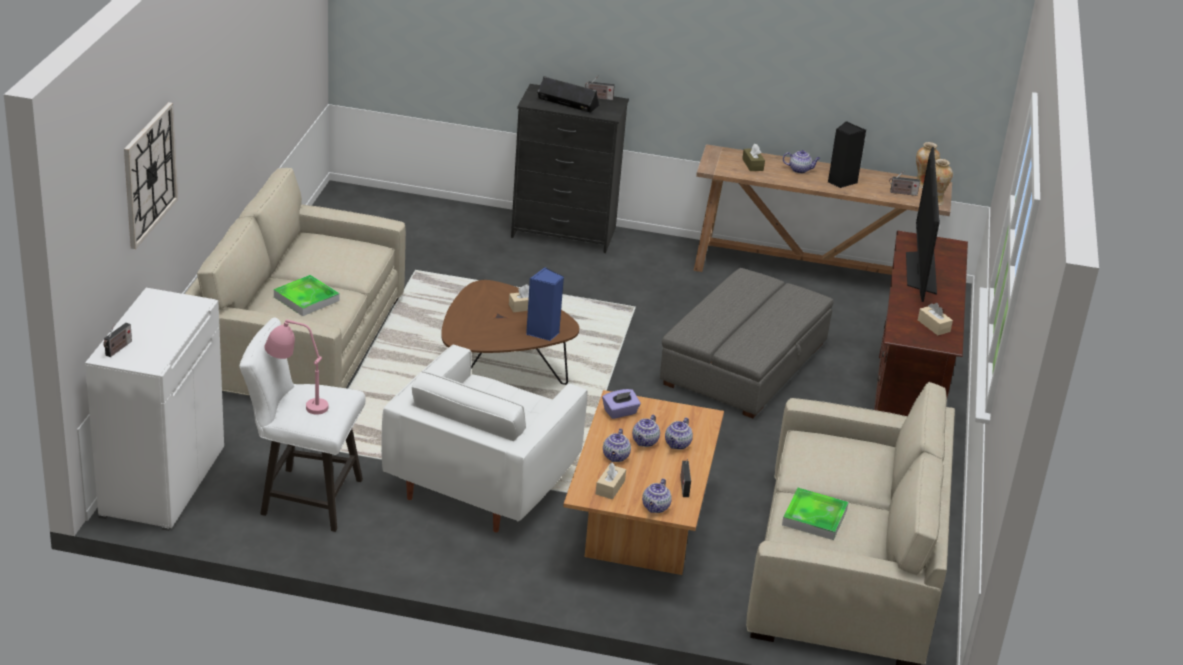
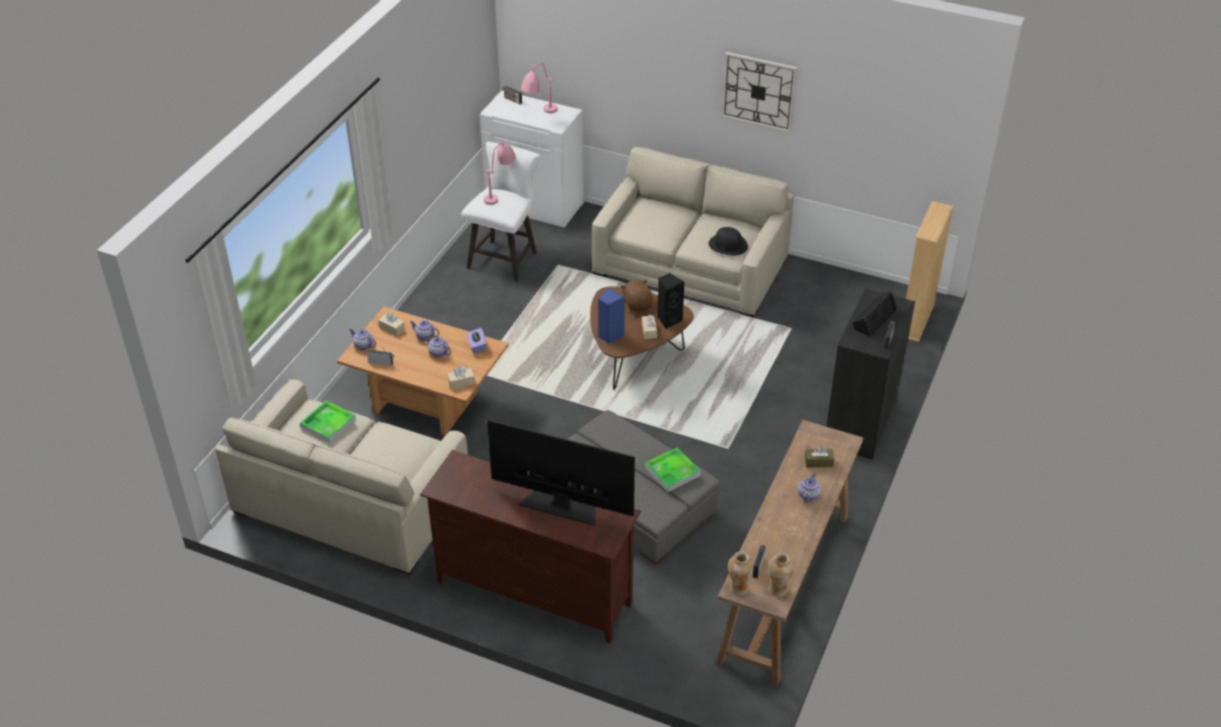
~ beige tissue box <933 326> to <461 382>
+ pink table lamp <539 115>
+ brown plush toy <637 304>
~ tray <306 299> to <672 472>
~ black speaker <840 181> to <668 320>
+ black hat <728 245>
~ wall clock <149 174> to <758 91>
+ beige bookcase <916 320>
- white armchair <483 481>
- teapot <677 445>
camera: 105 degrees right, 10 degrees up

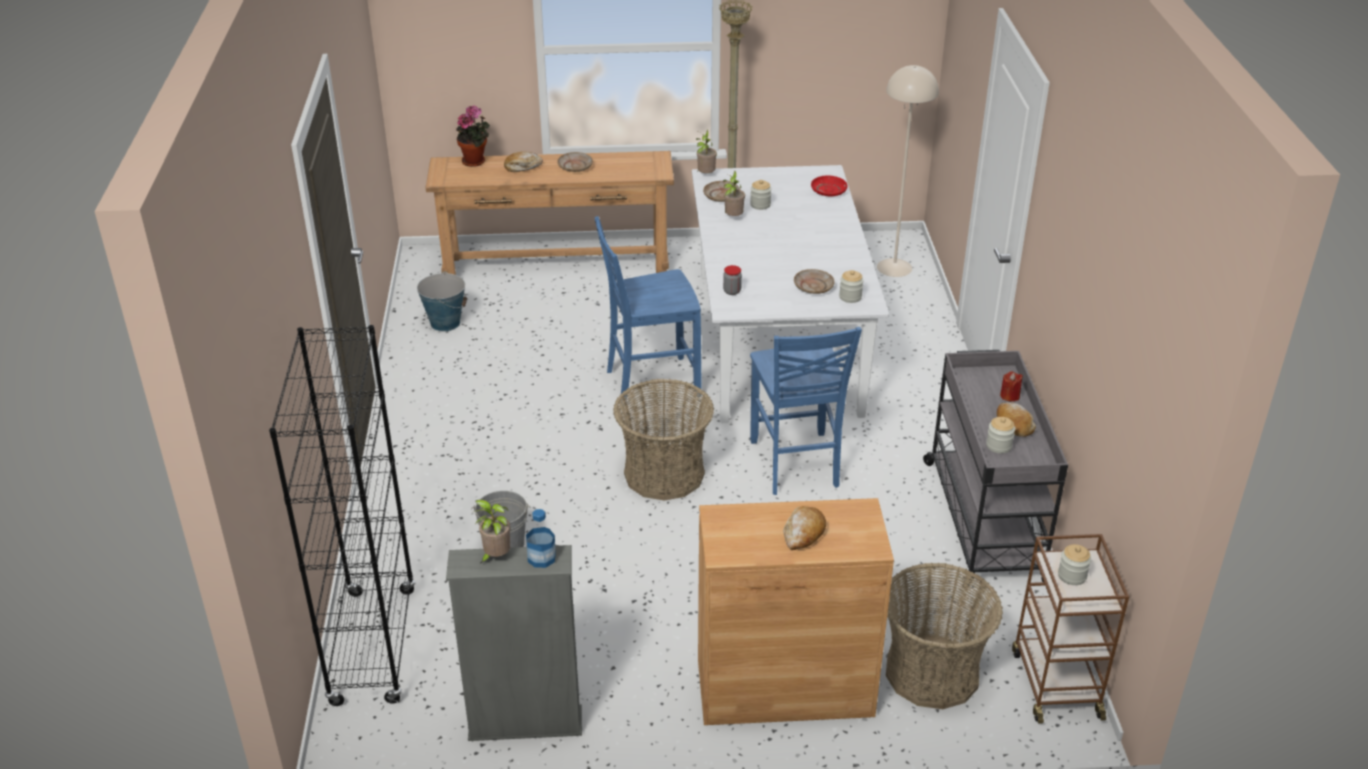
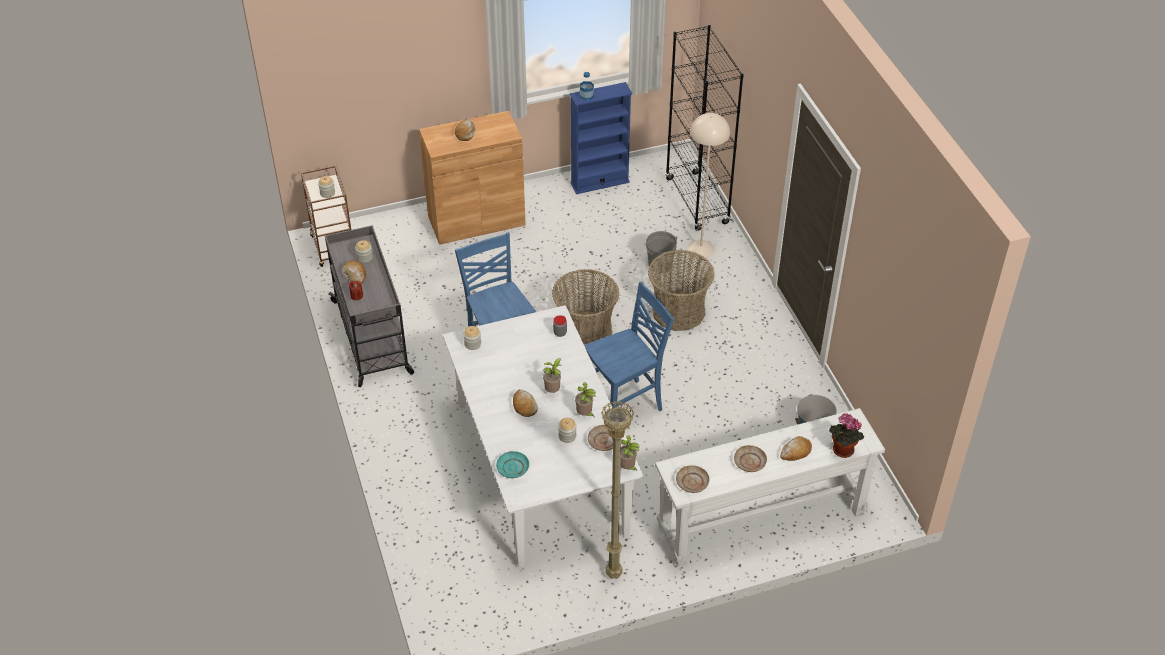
~ red plate <828 191> to turquoise plate <512 468>
+ bread <524 406>
~ potted plant <495 557> to <553 391>
~ grey bookcase <525 724> to blue bookcase <599 182>
~ basket <932 672> to <678 312>
~ brown console table <556 267> to white console table <761 520>
~ beige plate <813 286> to <692 482>
~ beige floor lamp <894 267> to <700 248>
camera: 165 degrees right, 10 degrees up

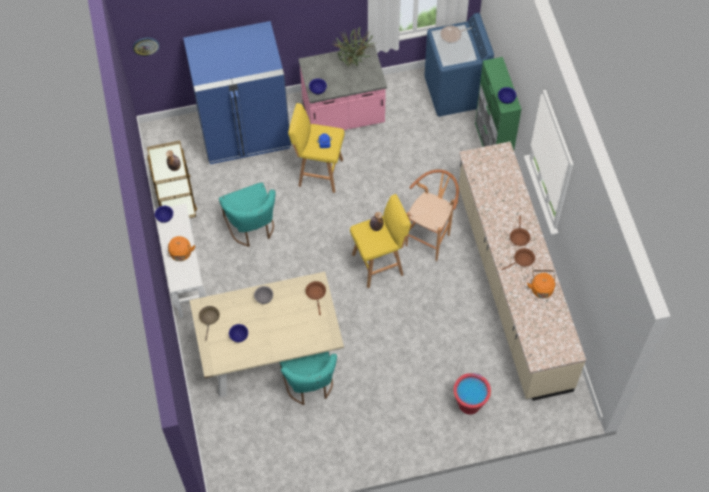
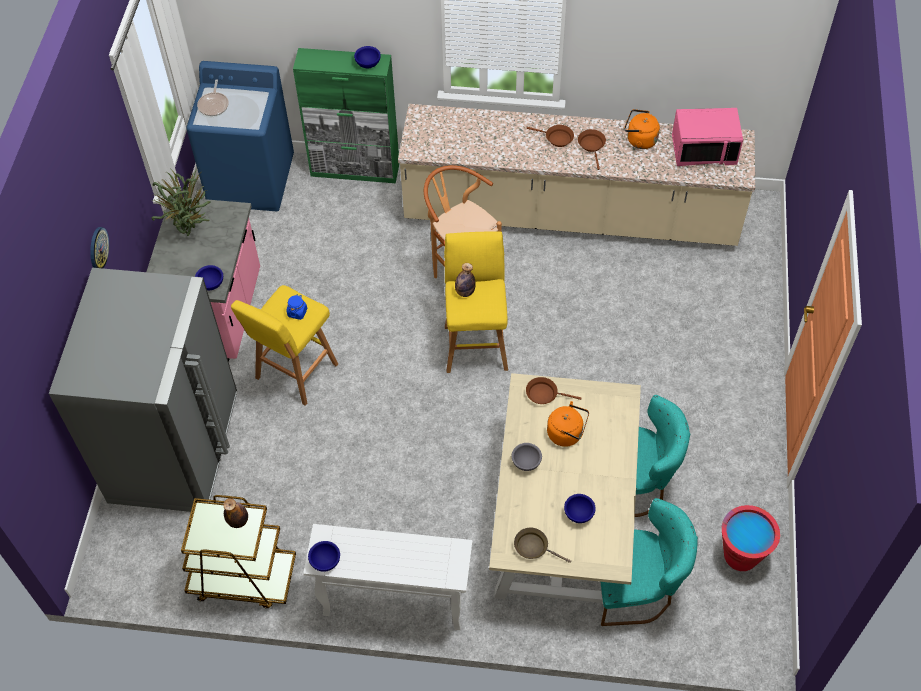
~ blue fridge <245 132> to grey fridge <175 448>
~ wall clock <145 46> to <98 248>
~ orange kettle <181 254> to <567 434>
~ turquoise chair <252 228> to <636 589>
+ pink microwave <704 149>
~ red bucket <469 404> to <740 555>
camera: 70 degrees left, 5 degrees down

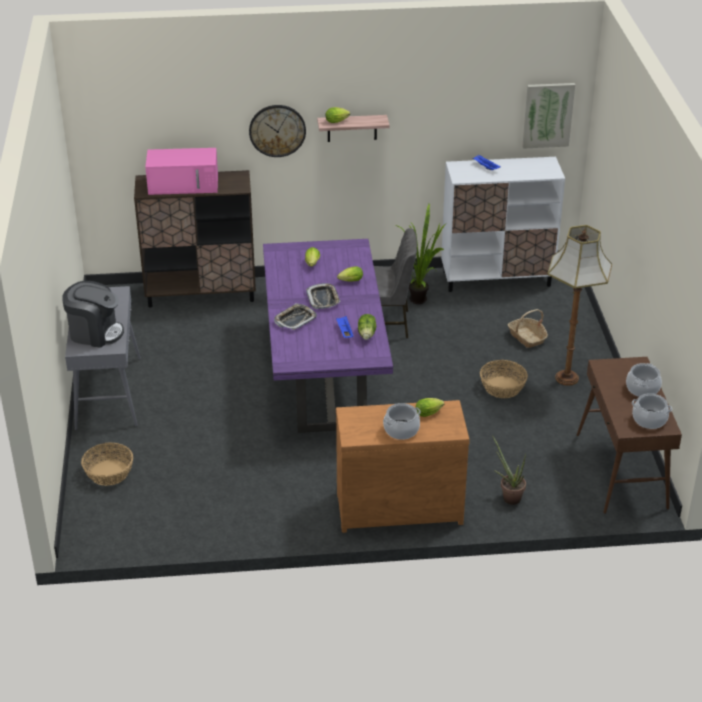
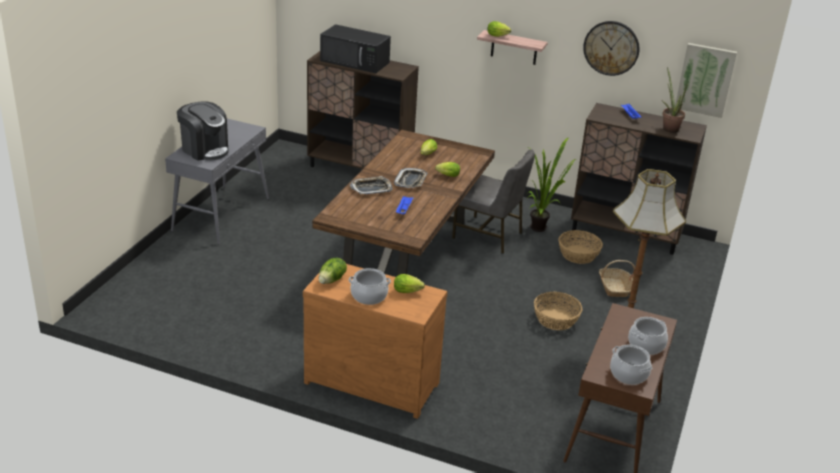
~ purple dining table <325 374> to brown dining table <406 257>
~ lettuce <367 334> to <332 280>
~ pink microwave <184 184> to black microwave <356 62>
~ basket <108 473> to <578 254>
~ white cabinet <497 278> to brown cabinet <626 233>
~ wall clock <277 130> to <611 48>
~ potted plant <508 496> to <668 128>
camera: 25 degrees right, 5 degrees down

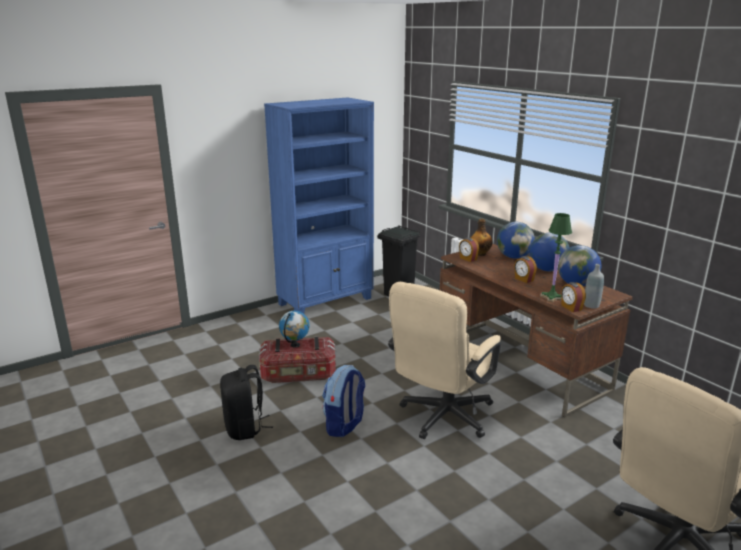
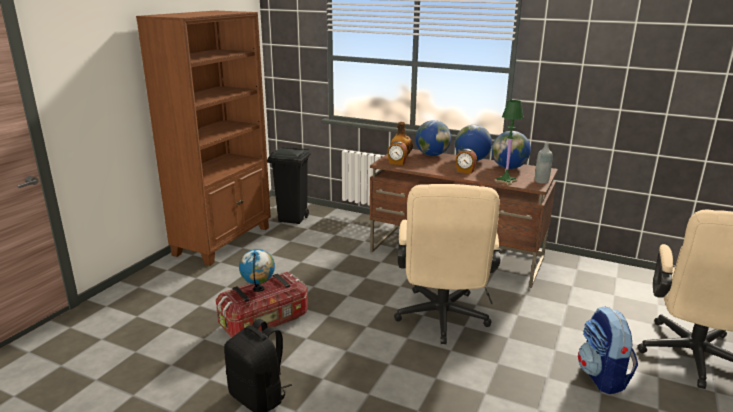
~ blue bookcase <326 301> to brown bookcase <224 241>
~ backpack <344 425> to <602 377>
- alarm clock <571 308>
camera: 30 degrees left, 0 degrees up

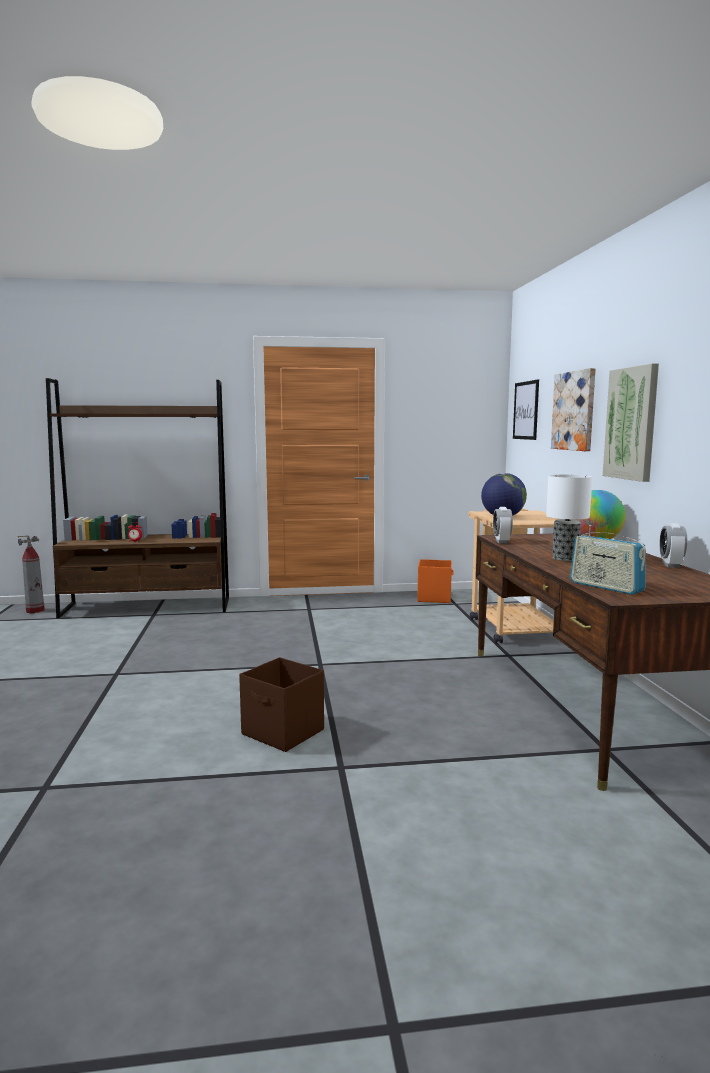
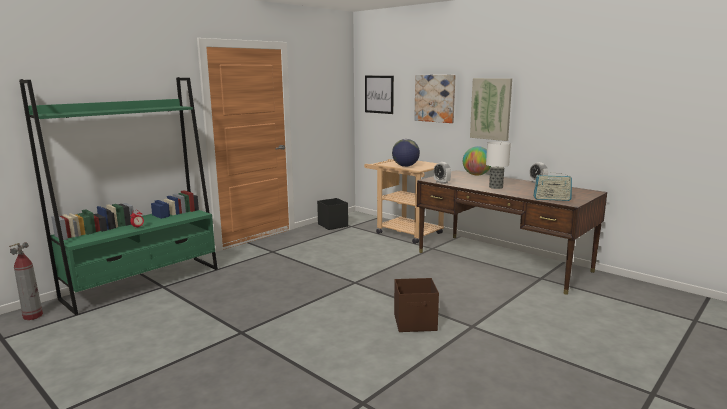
~ brown bookcase <147 607> to green bookcase <144 283>
~ orange storage box <434 598> to black storage box <333 225>
camera: 40 degrees left, 5 degrees up

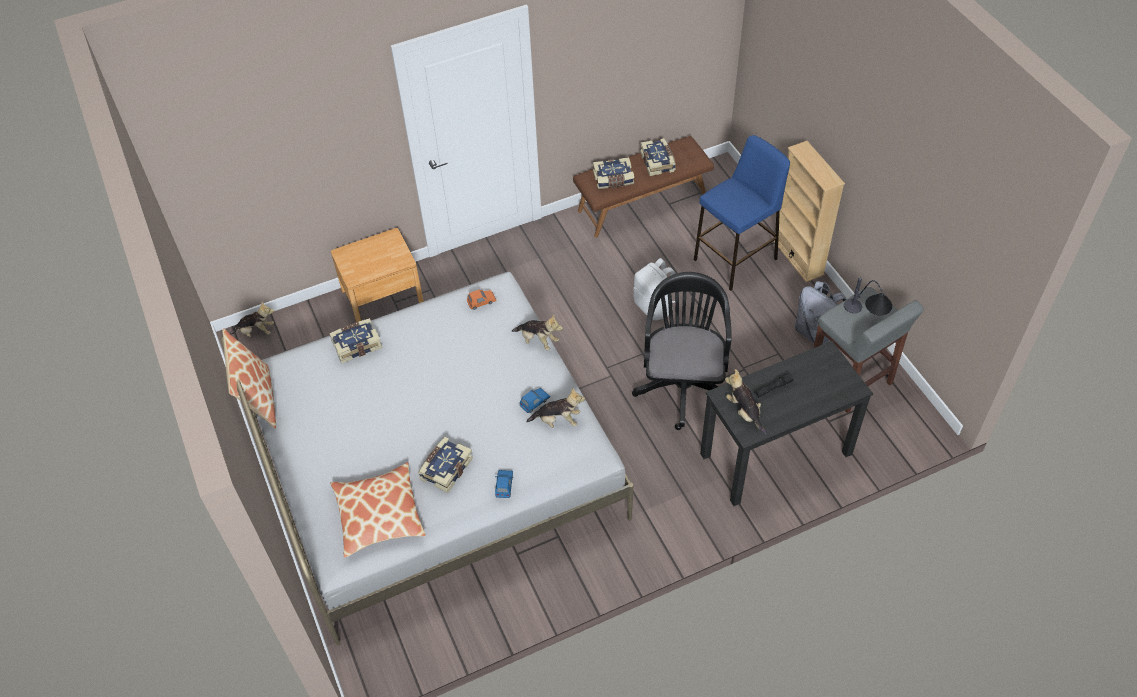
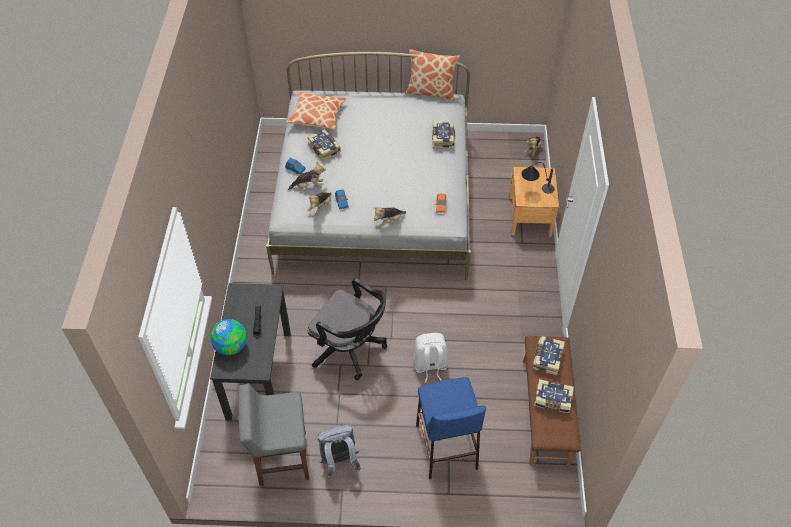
+ globe <231 346>
~ plush toy <744 412> to <308 187>
~ table lamp <865 318> to <535 189>
- beige bookcase <798 257>
camera: 115 degrees right, 0 degrees up

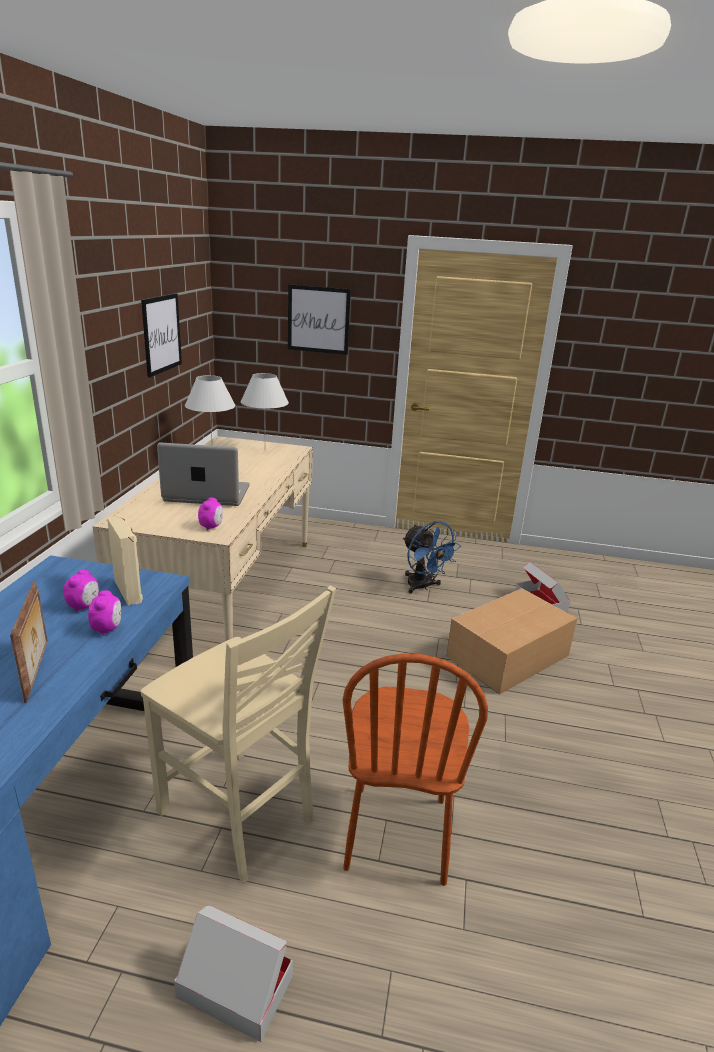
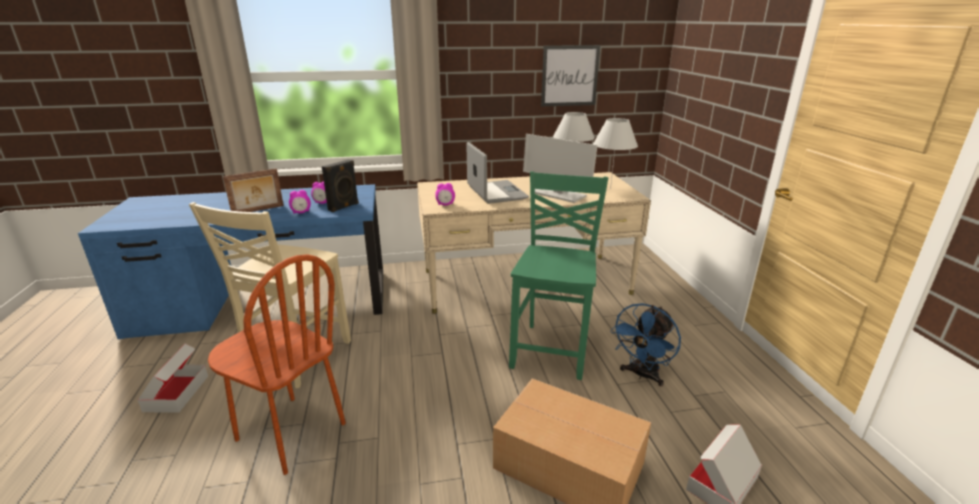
~ brown chair <397 833> = <290 432> 135 degrees counterclockwise
~ beige speaker <129 591> to black speaker <344 207>
+ green chair <552 349>
+ monitor <557 194>
- picture <318 319>
camera: 70 degrees right, 0 degrees up

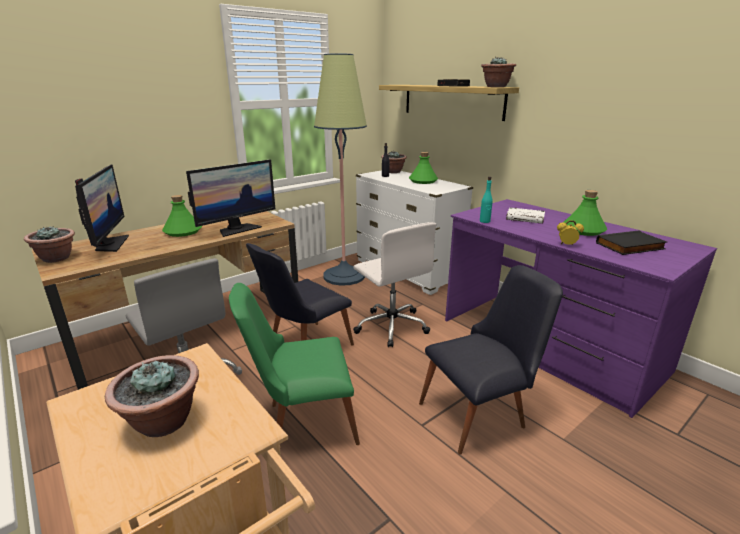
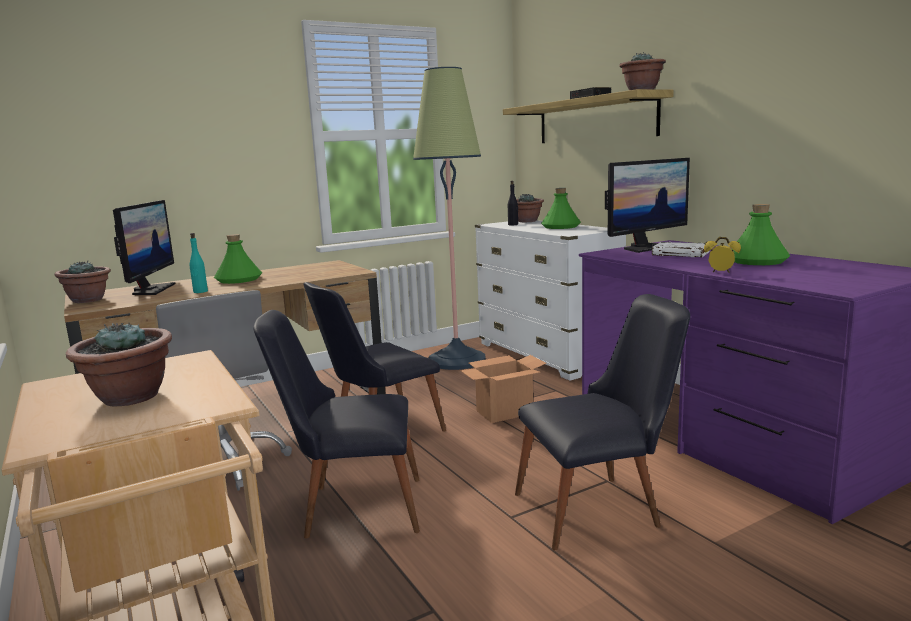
~ turquoise bottle <484 221> to <200 291>
~ green chair <302 423> to black chair <351 507>
~ white office chair <391 326> to cardboard box <504 413>
~ monitor <237 229> to <645 248>
- black book <630 246>
camera: 10 degrees right, 10 degrees down

